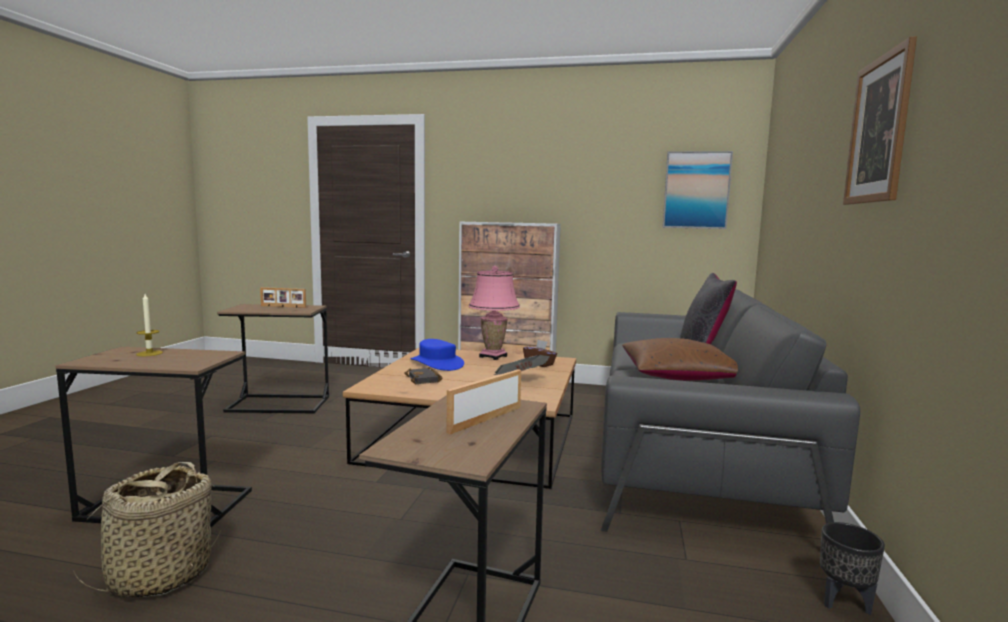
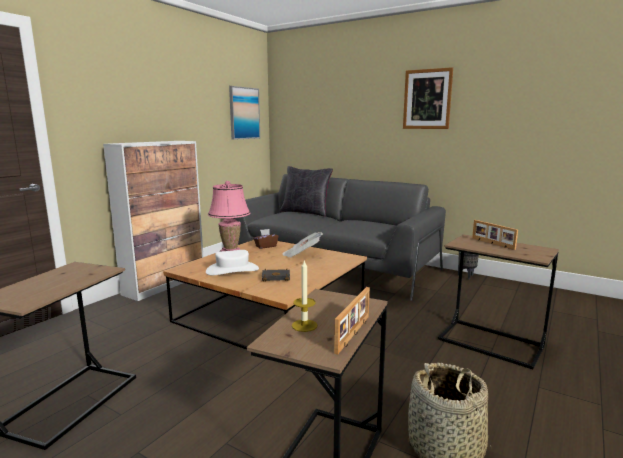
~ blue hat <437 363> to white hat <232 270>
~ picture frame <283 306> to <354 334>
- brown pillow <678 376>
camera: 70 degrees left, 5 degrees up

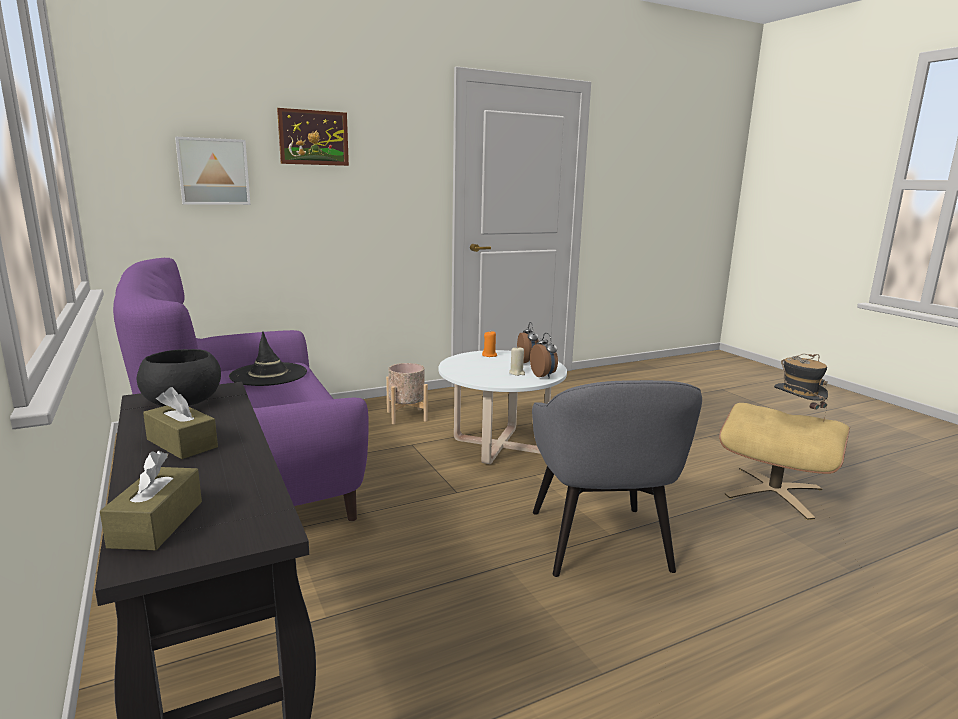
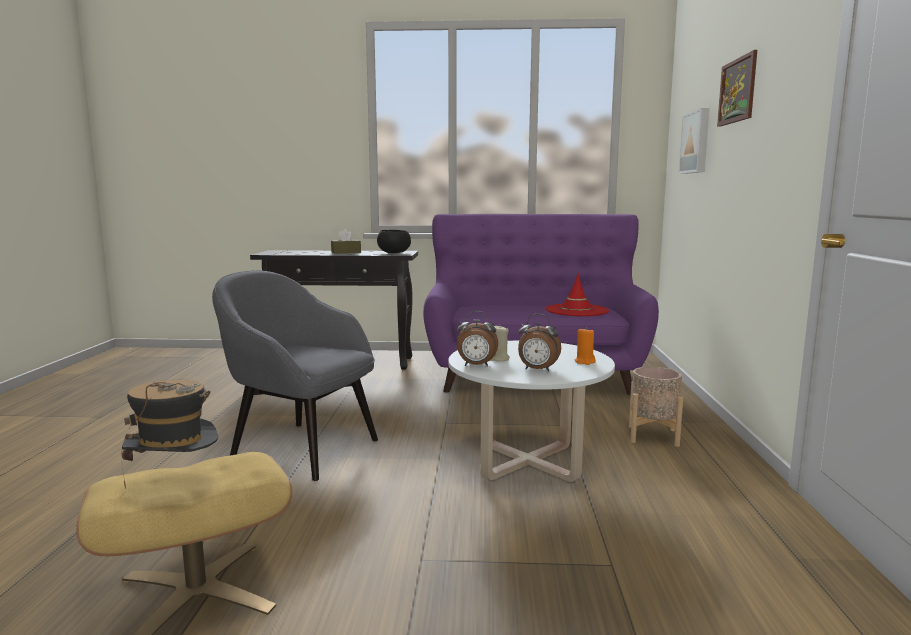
~ black hat <268 375> to red hat <576 310>
- brown tissue box <157 523>
camera: 120 degrees right, 5 degrees down

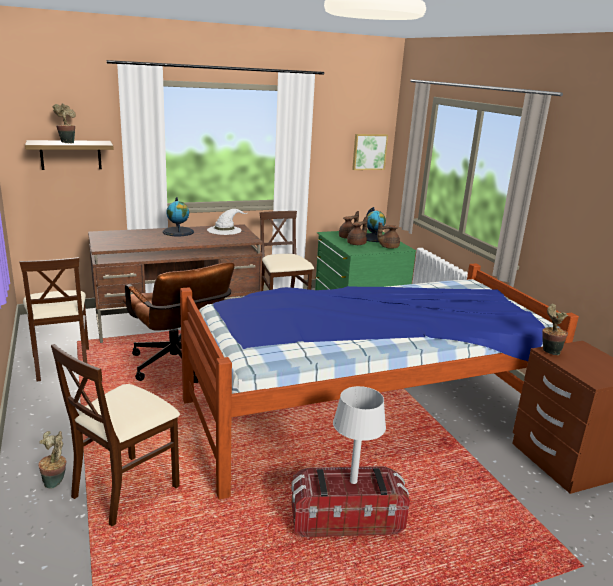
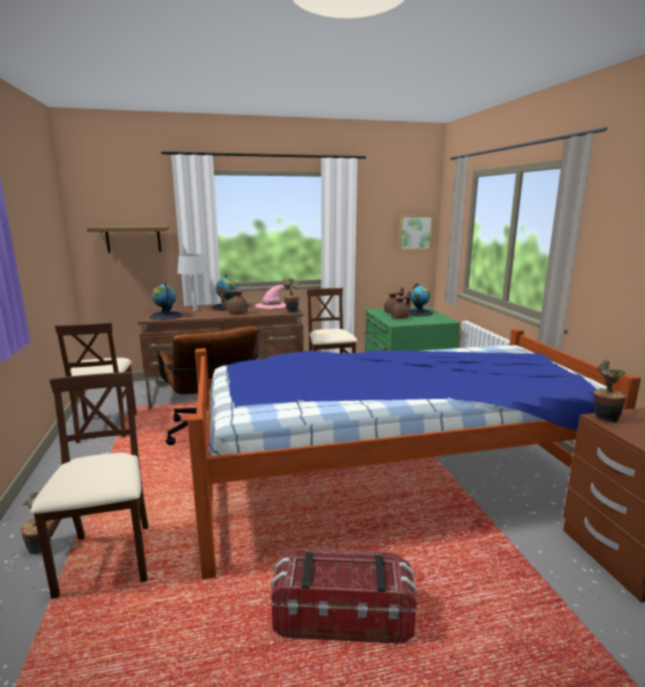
~ beige chair <126 489> = <108 560> 120 degrees clockwise
+ globe <166 316>
~ grey table lamp <353 481> to <195 310>
~ brown teapot <388 247> to <236 313>
~ white hat <224 230> to pink hat <271 305>
~ potted plant <67 142> to <291 311>
camera: 10 degrees right, 5 degrees down

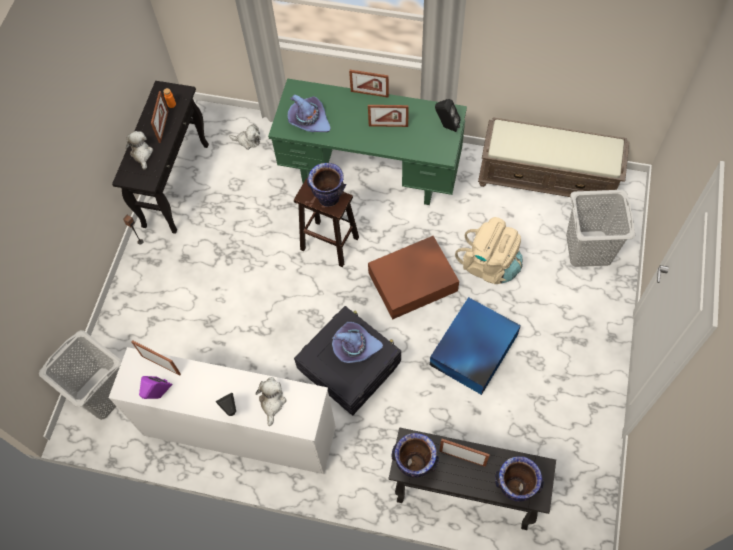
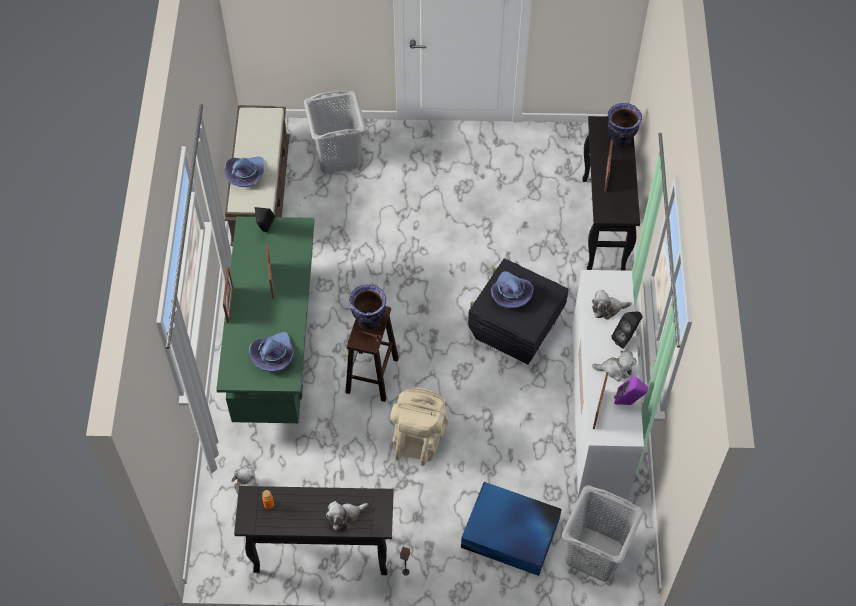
+ purple hat <246 175>
~ beige backpack <489 265> to <419 436>
~ blue storage box <472 350> to <511 534>
+ plush toy <615 369>
- picture frame <163 126>
- brown storage box <414 282>
- vase <414 465>
camera: 105 degrees left, 5 degrees down

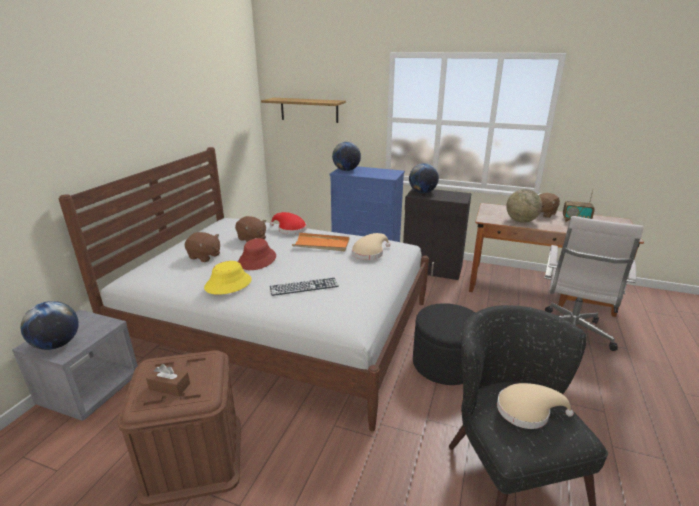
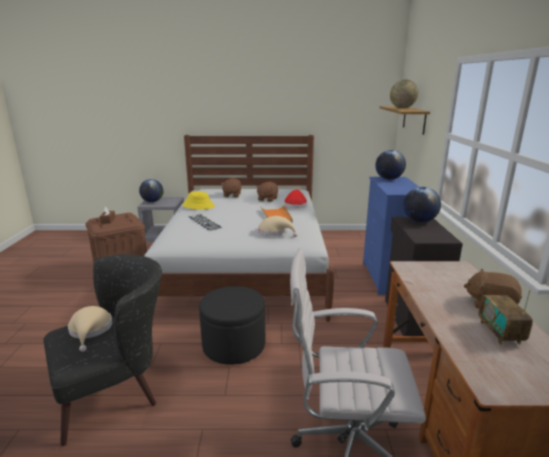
~ globe <521 221> to <402 108>
- red hat <257 259>
camera: 70 degrees right, 5 degrees down

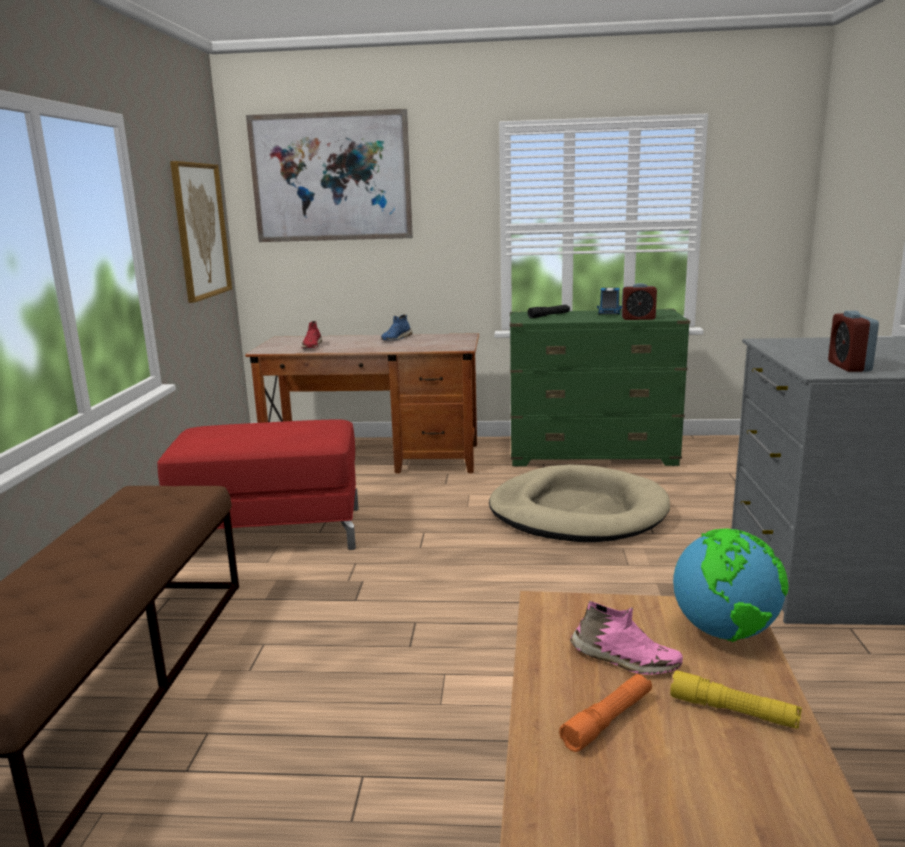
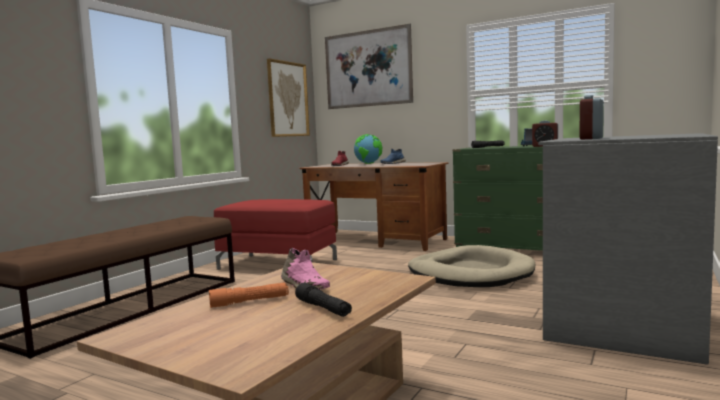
~ yellow flashlight <733 711> to black flashlight <323 308>
~ globe <725 633> to <368 163>
camera: 25 degrees right, 10 degrees down

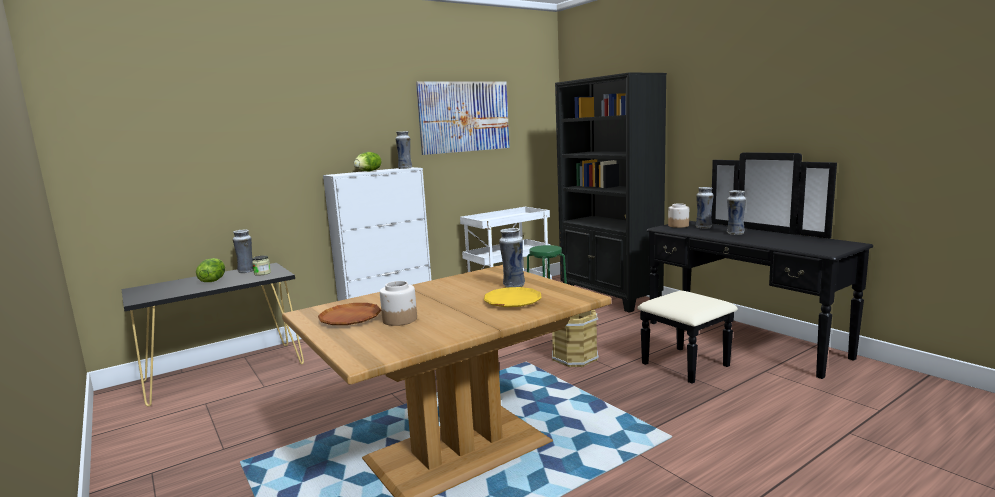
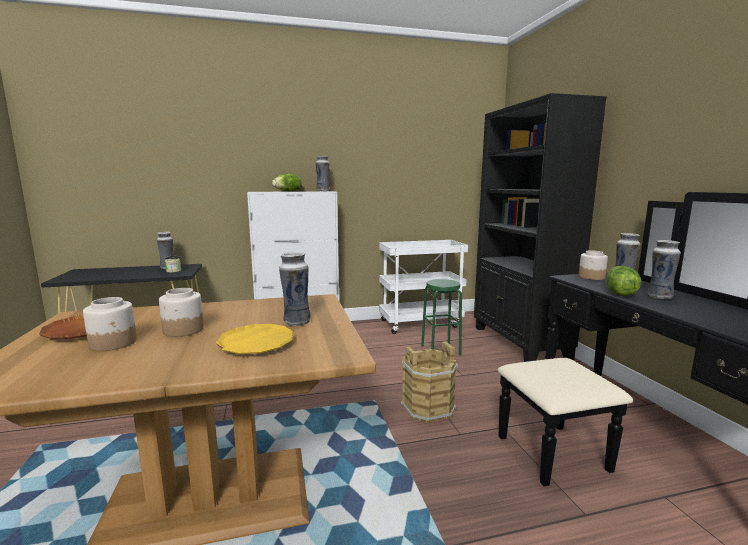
+ jar <183 330>
~ lettuce <213 280> to <619 293>
- picture <464 116>
camera: 20 degrees right, 0 degrees up

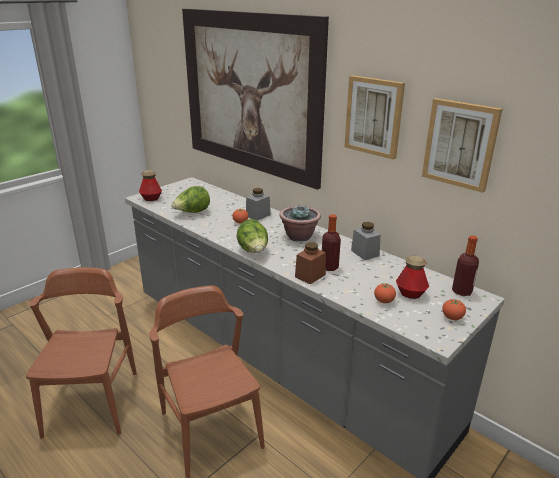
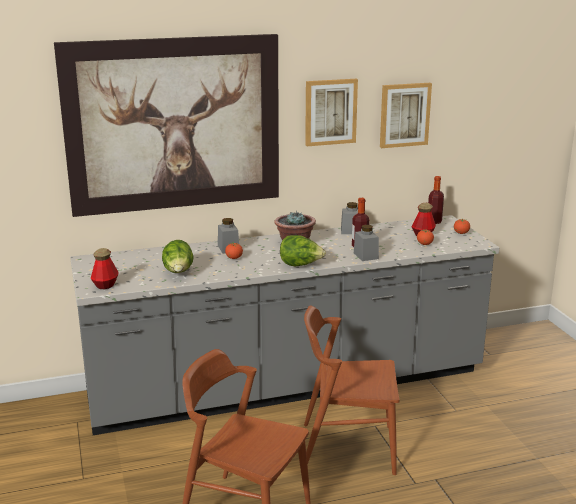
~ brown jar <310 276> to grey jar <366 256>
camera: 60 degrees left, 5 degrees down

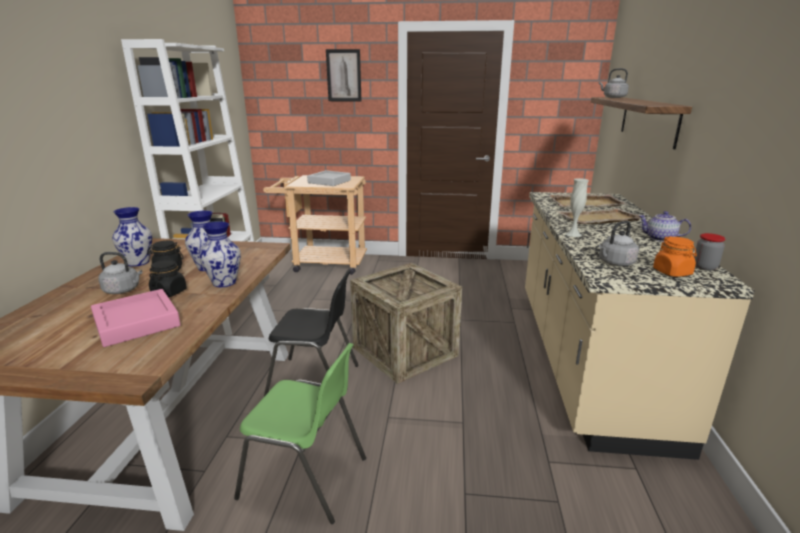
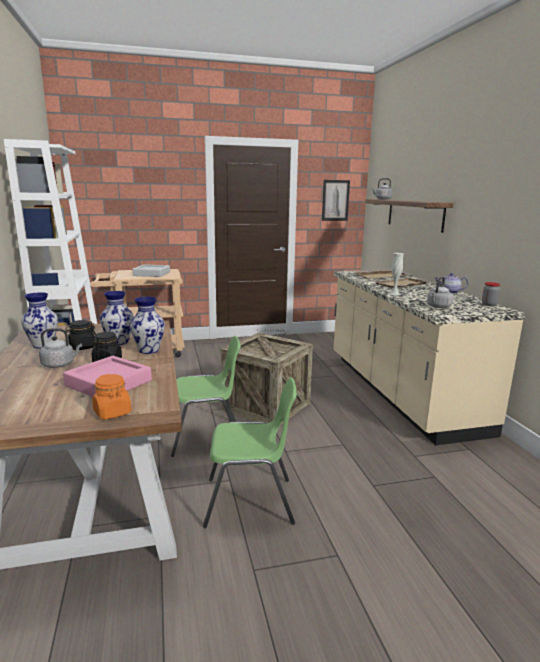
~ orange jar <672 272> to <112 413>
~ black chair <315 380> to green chair <207 437>
~ picture <344 75> to <335 200>
camera: 20 degrees left, 5 degrees down

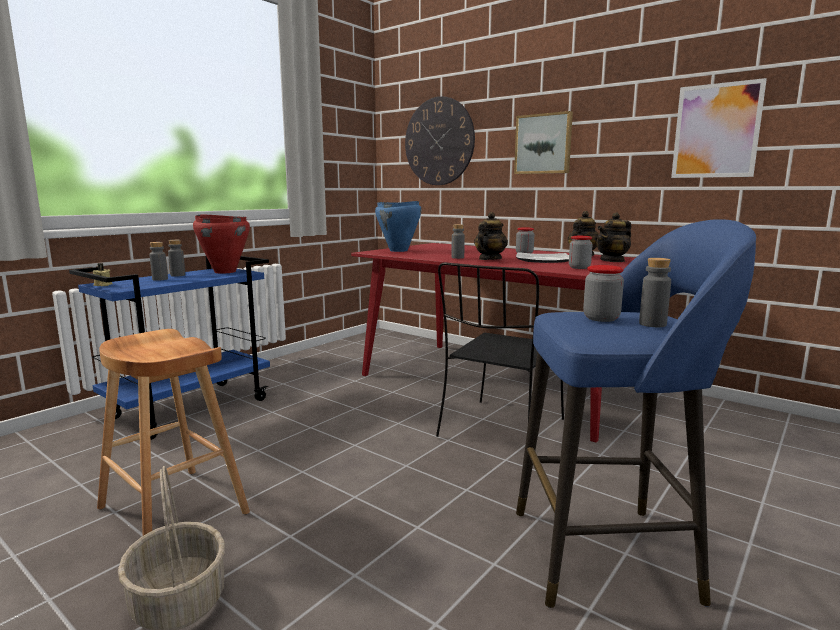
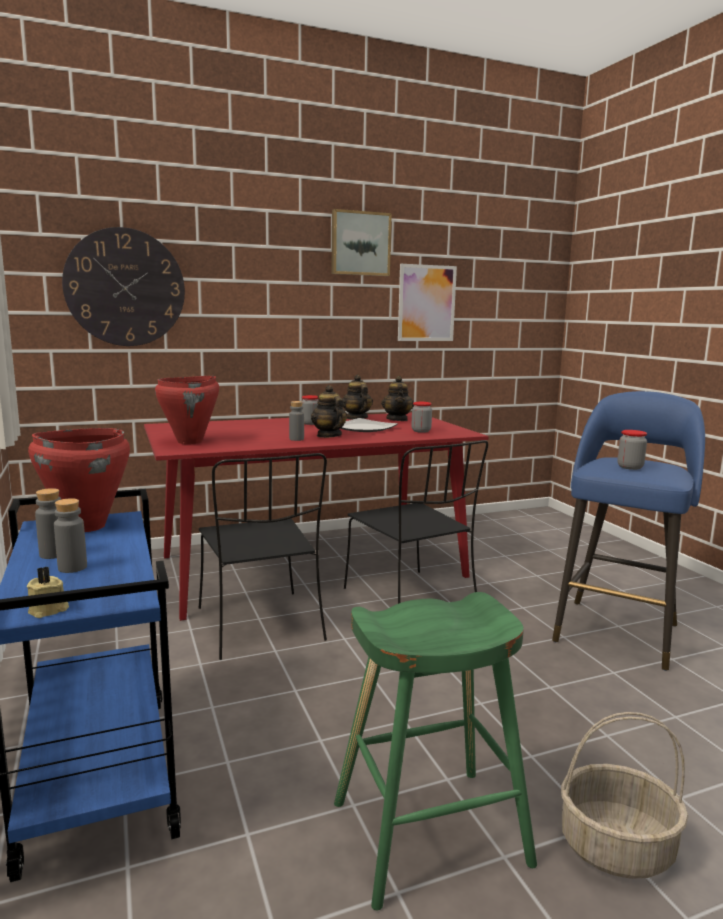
~ blue cooking pot <398 250> to red cooking pot <190 442>
+ black chair <261 626>
~ picture <543 144> to <360 243>
~ brown stool <173 510> to green stool <430 833>
- grey bottle <652 324>
camera: 60 degrees left, 0 degrees up

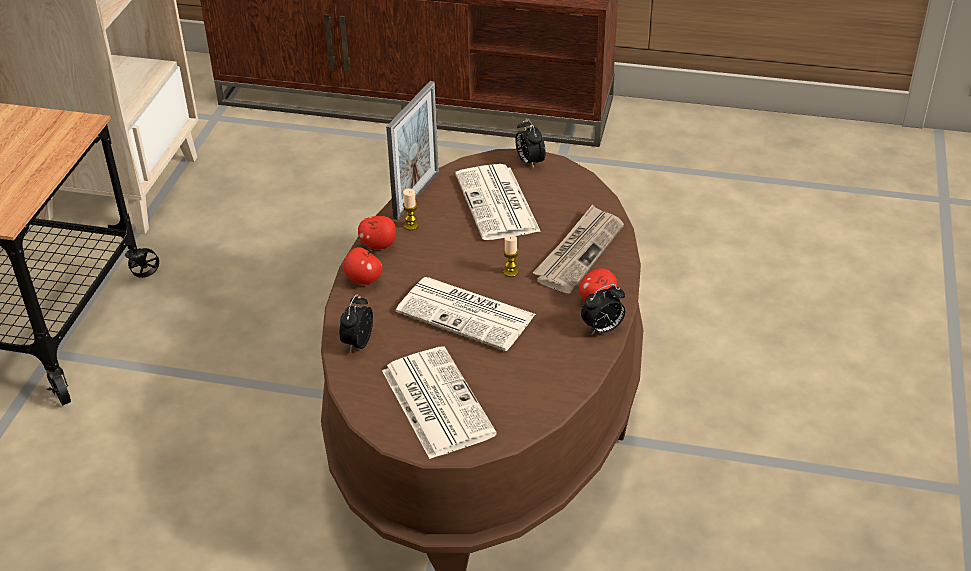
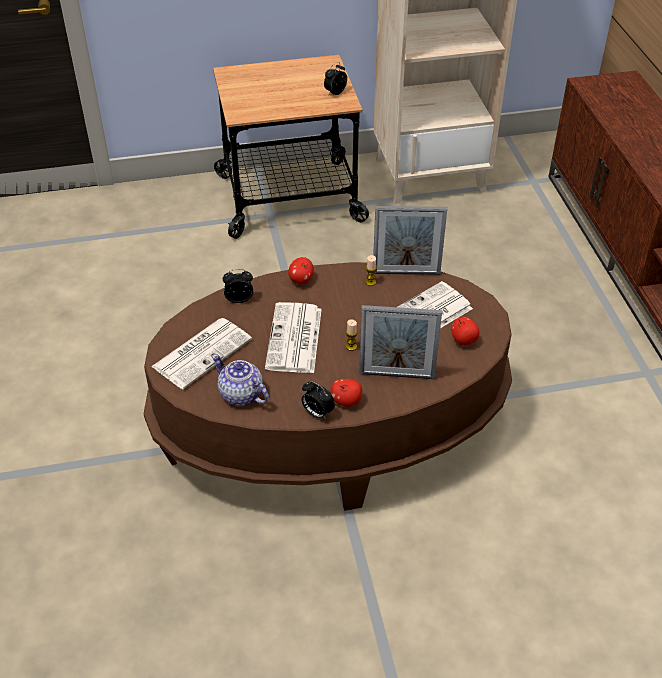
+ teapot <241 395>
~ alarm clock <529 162> to <335 93>
~ newspaper <579 252> to picture frame <396 375>
~ apple <378 245> to <464 340>
camera: 65 degrees right, 5 degrees up

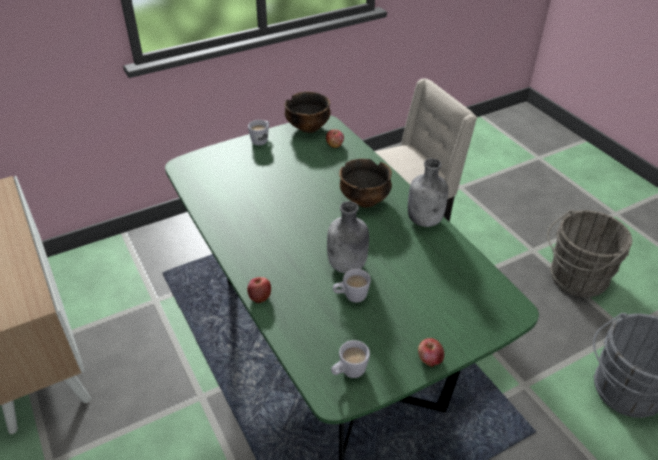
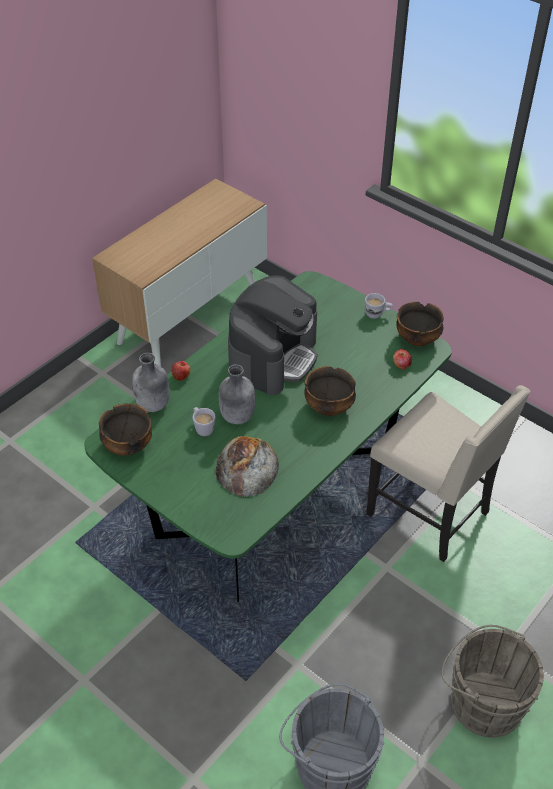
~ white mug <348 372> to bowl <127 445>
~ grey bottle <425 220> to <153 405>
+ bread <246 466>
+ coffee machine <273 357>
- apple <429 359>
camera: 70 degrees right, 5 degrees up

